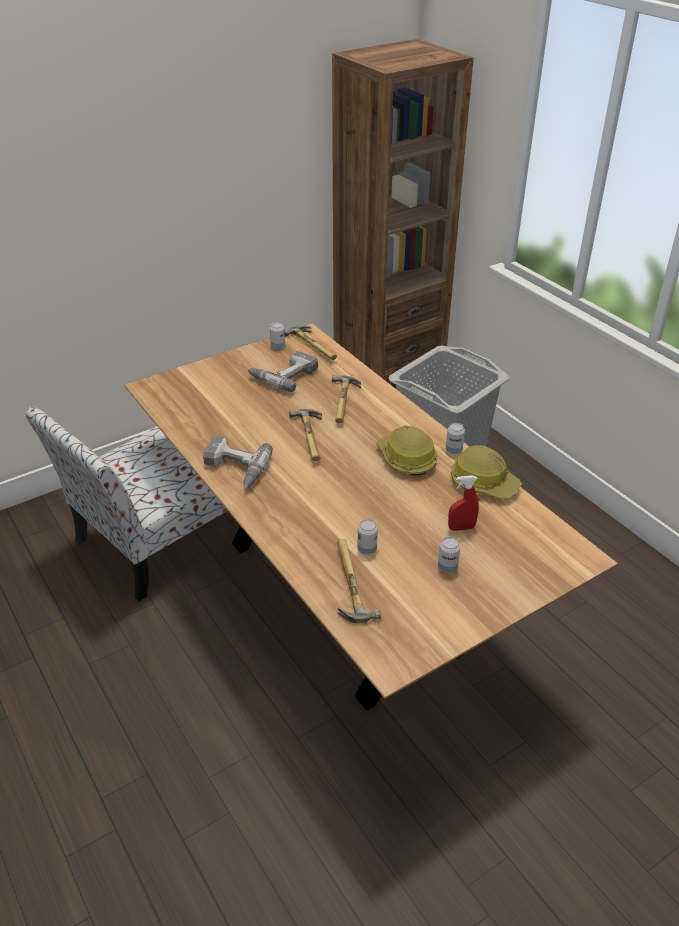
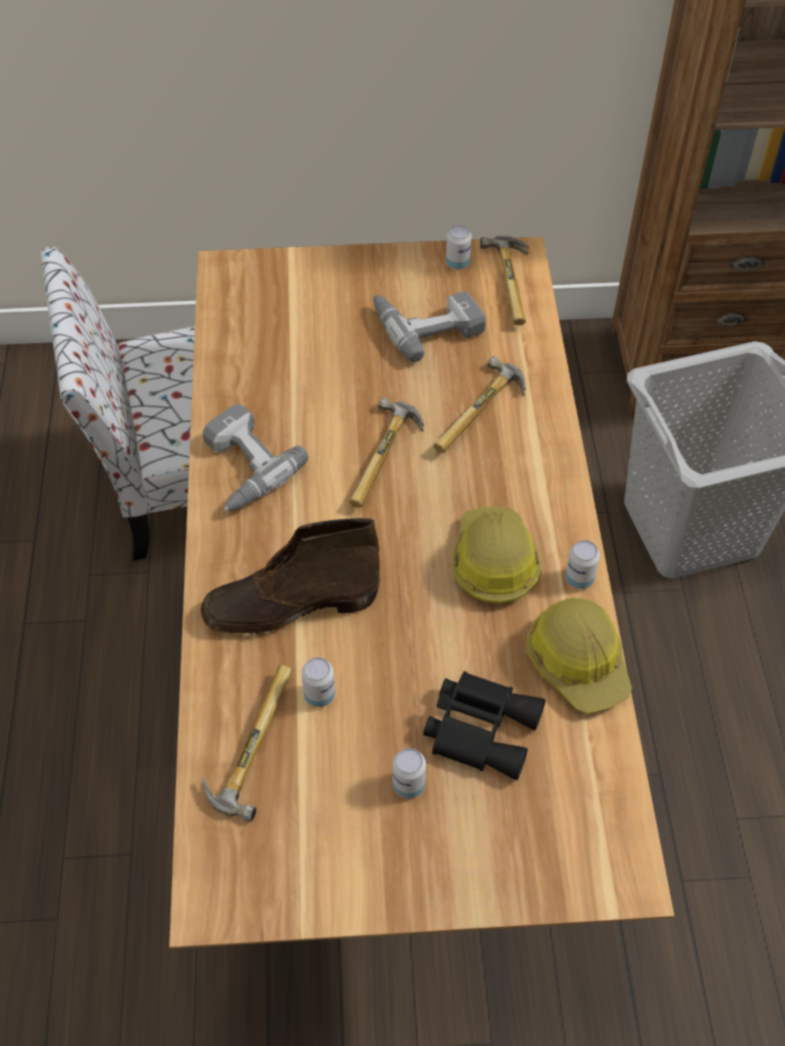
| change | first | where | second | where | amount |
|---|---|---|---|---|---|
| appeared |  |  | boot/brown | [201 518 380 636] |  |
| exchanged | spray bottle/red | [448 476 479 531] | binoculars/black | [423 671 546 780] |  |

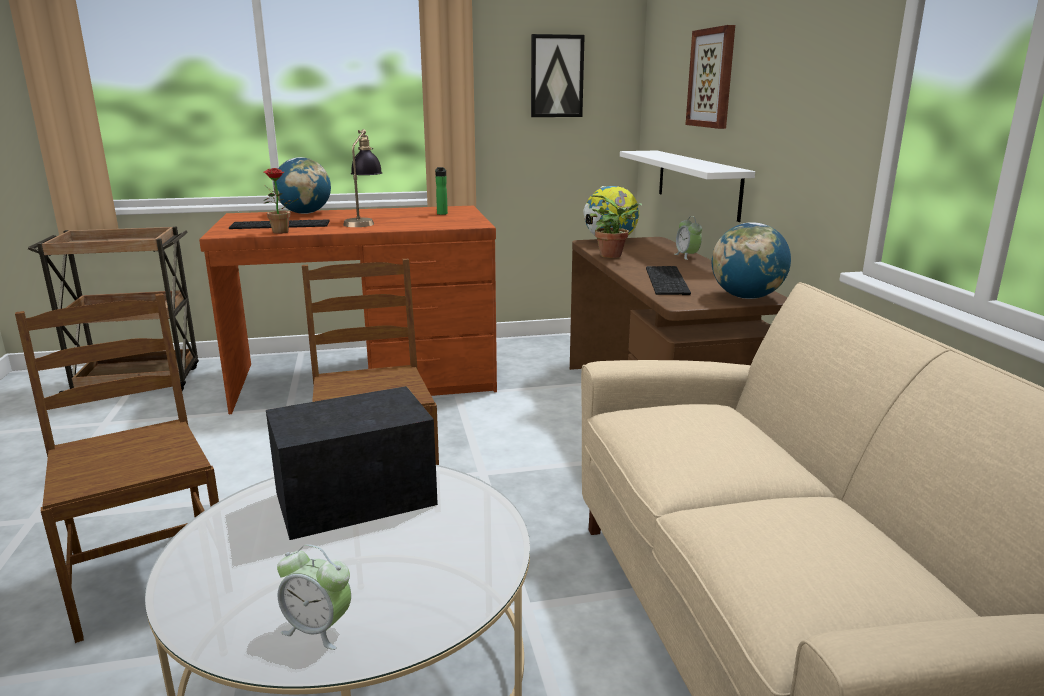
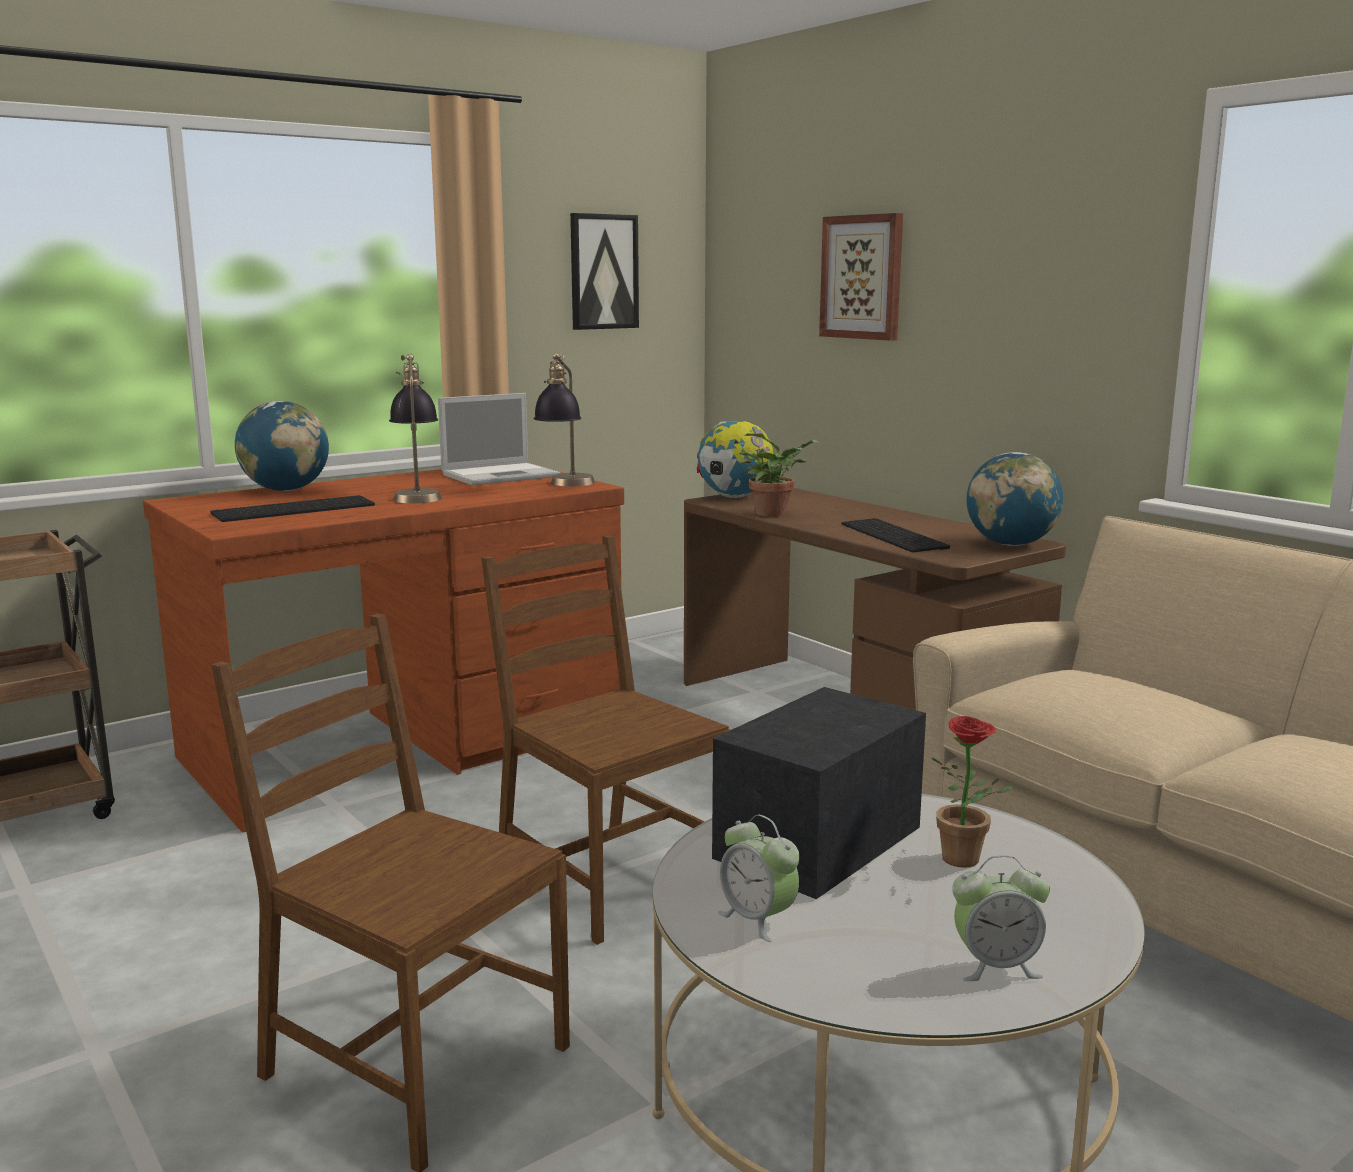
| change | first | where | second | where | amount |
|---|---|---|---|---|---|
| missing | shelf/white | [620 151 755 222] |  |  |  |
| appeared |  |  | table lamp | [534 353 595 486] |  |
| relocated | potted plant | [263 168 298 234] |  | [932 716 1014 868] |  |
| relocated | alarm clock | [675 216 702 260] |  | [718 815 800 942] |  |
| exchanged | bottle | [435 167 448 215] | laptop | [438 393 560 485] |  |

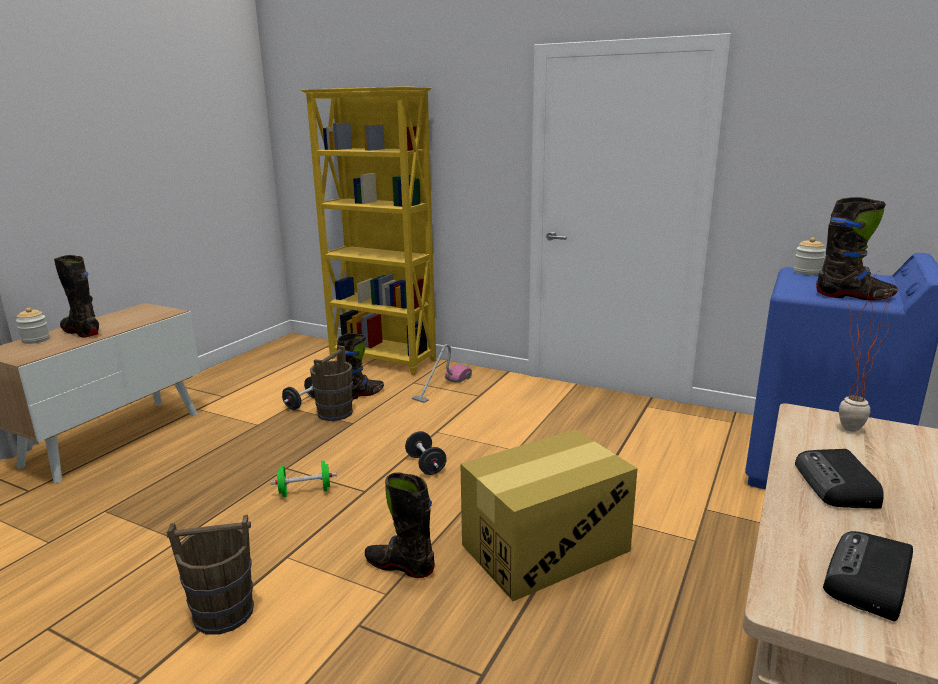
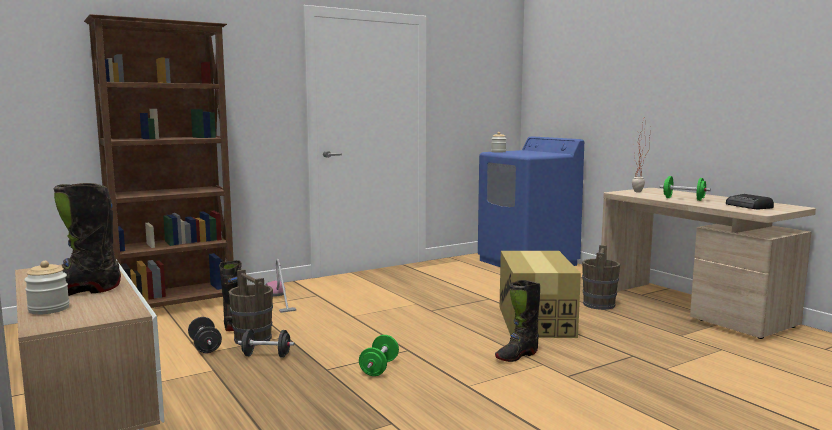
| change | first | where | second | where | amount |
|---|---|---|---|---|---|
| missing | boot/black | [816 197 898 301] |  |  |  |
| relocated | bucket/brown | [167 515 254 635] |  | [582 245 620 310] |  |
| relocated | dumbbell/black | [405 431 447 475] |  | [238 329 294 357] |  |
| exchanged | radio | [795 449 884 509] | dumbbell/green | [660 176 711 201] |  |
| colour | bookcase/yellow | [300 86 436 375] | bookcase/brown | [84 14 234 308] |  |

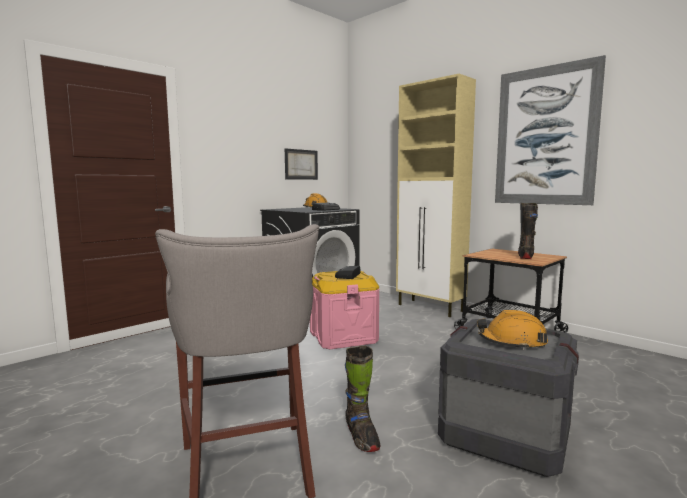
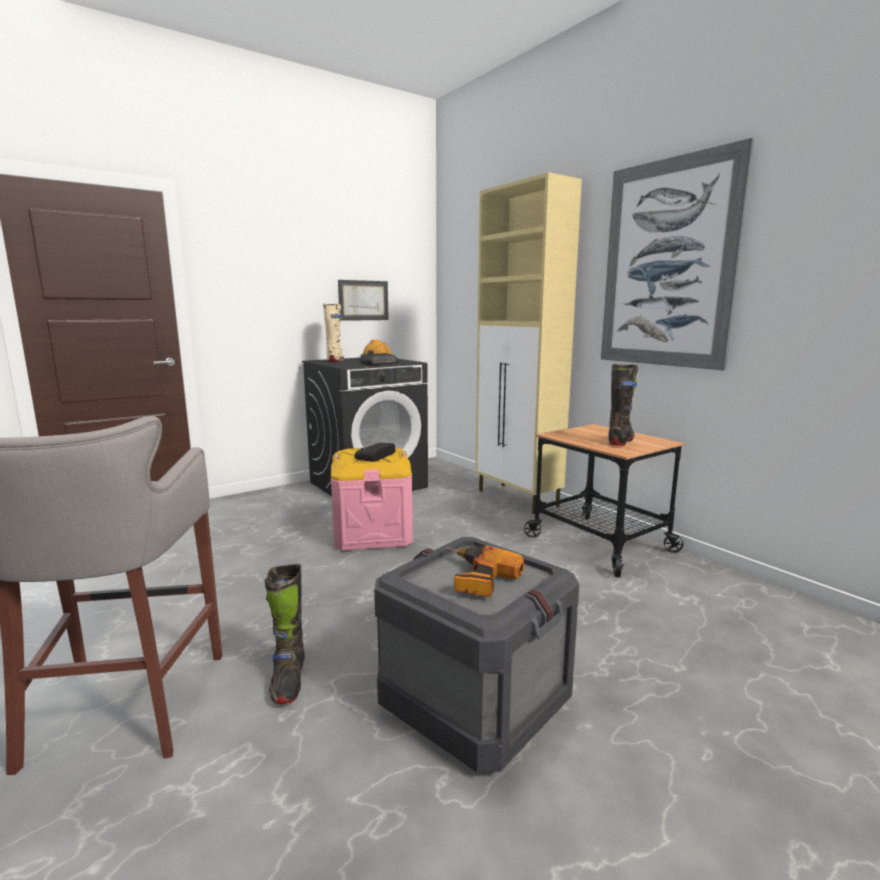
| change | first | where | second | where | amount |
|---|---|---|---|---|---|
| appeared |  |  | boot/beige | [323 303 344 362] |  |
| exchanged | hard hat/orange | [477 310 548 350] | power drill | [446 545 525 597] |  |

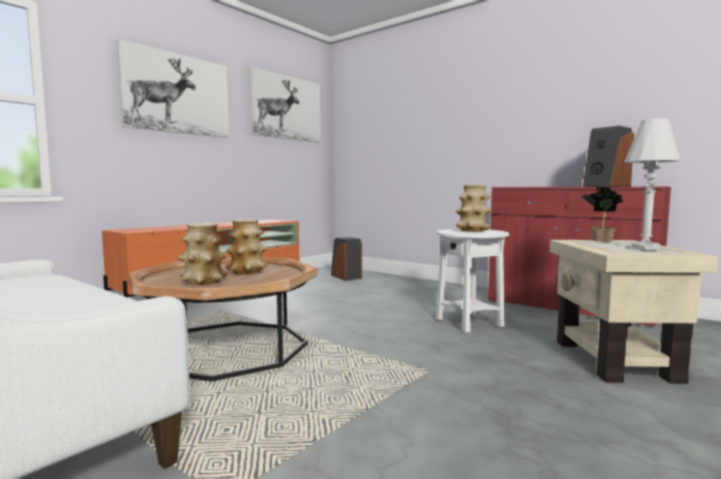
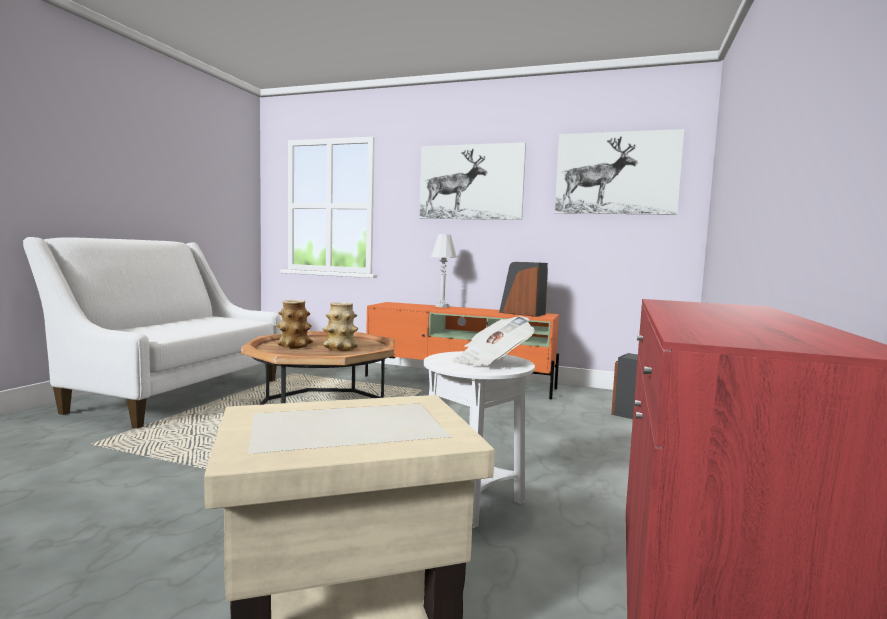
| change | first | where | second | where | amount |
|---|---|---|---|---|---|
| missing | potted plant | [580 186 623 242] |  |  |  |
| relocated | speaker | [583 126 634 187] |  | [499 262 548 317] |  |
| relocated | table lamp/white | [624 118 681 250] |  | [431 234 457 307] |  |
| exchanged | vase | [456 185 491 232] | newspaper | [453 316 534 365] |  |

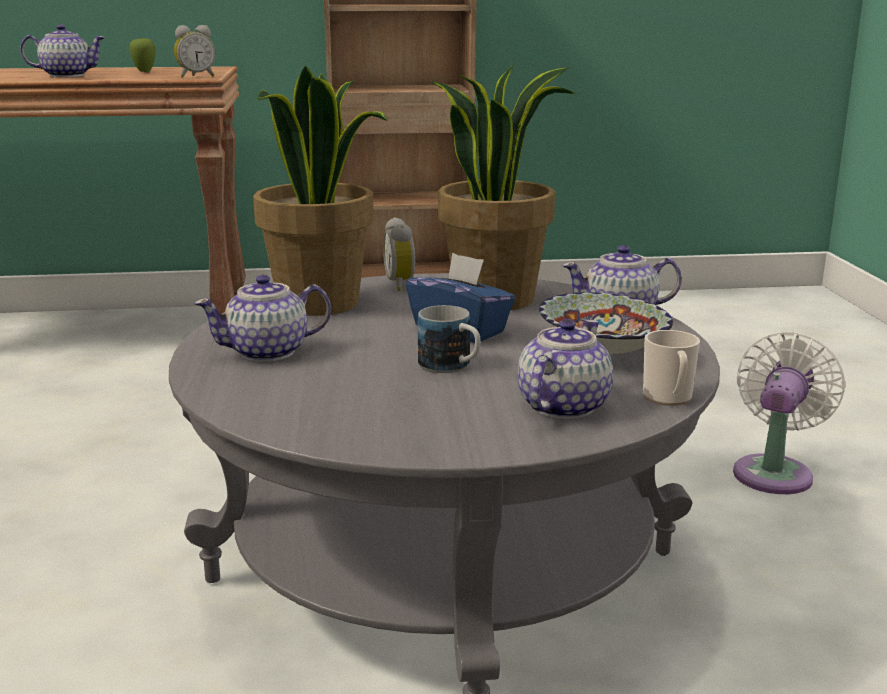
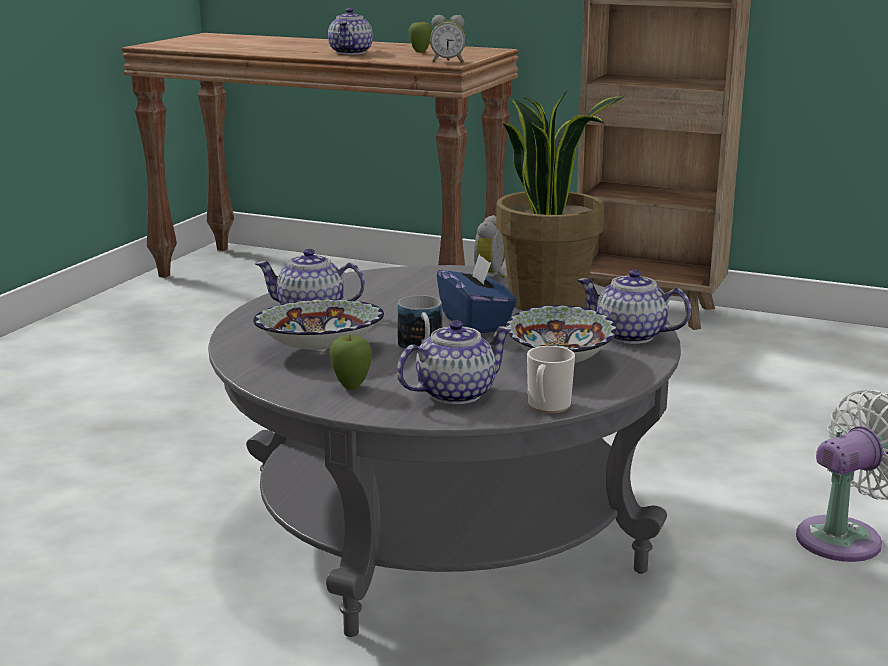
| change | first | where | second | where | amount |
|---|---|---|---|---|---|
| missing | potted plant | [253 65 388 316] |  |  |  |
| appeared |  |  | bowl | [253 299 384 352] |  |
| appeared |  |  | apple | [329 335 372 390] |  |
| spun | teapot | [20 25 106 77] |  | [328 8 373 55] | 75 degrees clockwise |

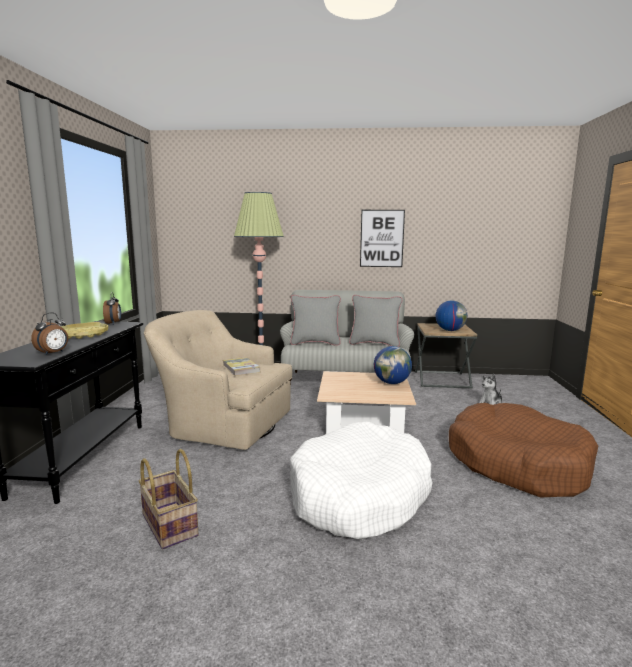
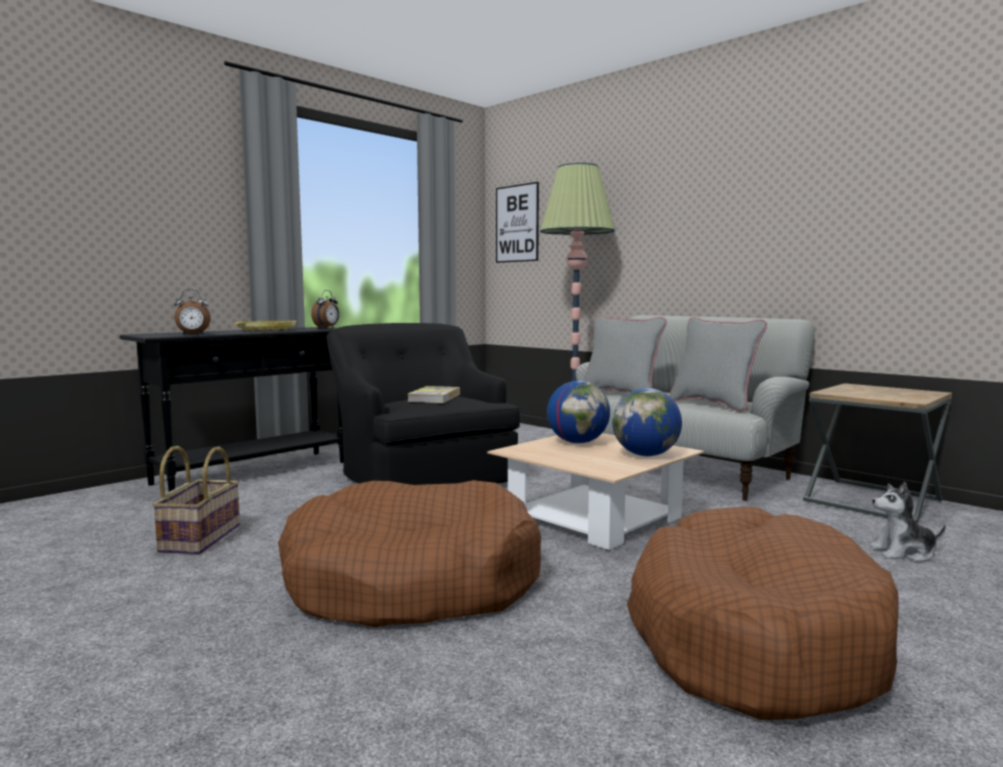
| change | first | where | second | where | amount |
|---|---|---|---|---|---|
| relocated | picture | [360 210 405 267] |  | [496 182 539 263] |  |
| relocated | globe | [436 300 467 331] |  | [547 381 610 443] |  |
| colour | armchair/beige | [144 310 292 450] | armchair/black | [326 323 520 485] |  |
| colour | dog bed/white | [290 421 433 539] | dog bed/brown | [278 480 541 628] |  |

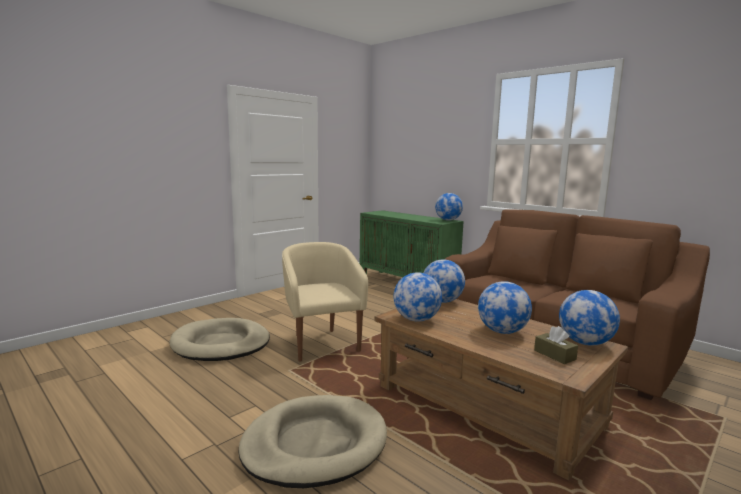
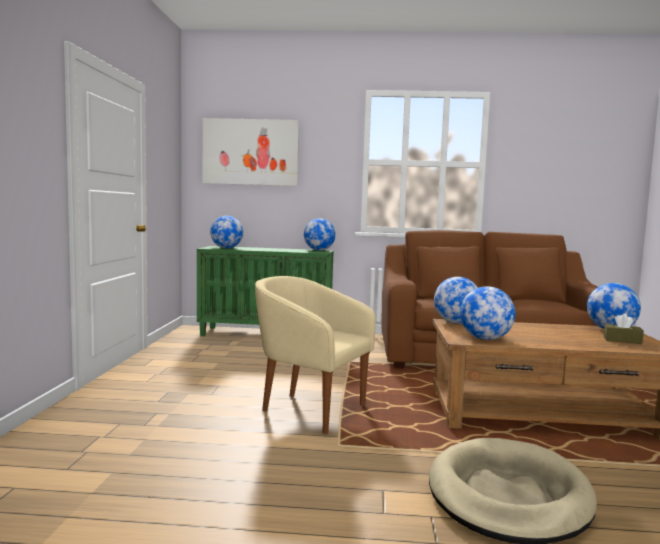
| change | first | where | second | where | amount |
|---|---|---|---|---|---|
| missing | dog bed/beige | [169 318 270 361] |  |  |  |
| appeared |  |  | picture | [203 118 299 186] |  |
| relocated | globe | [478 281 532 334] |  | [210 216 243 248] |  |

